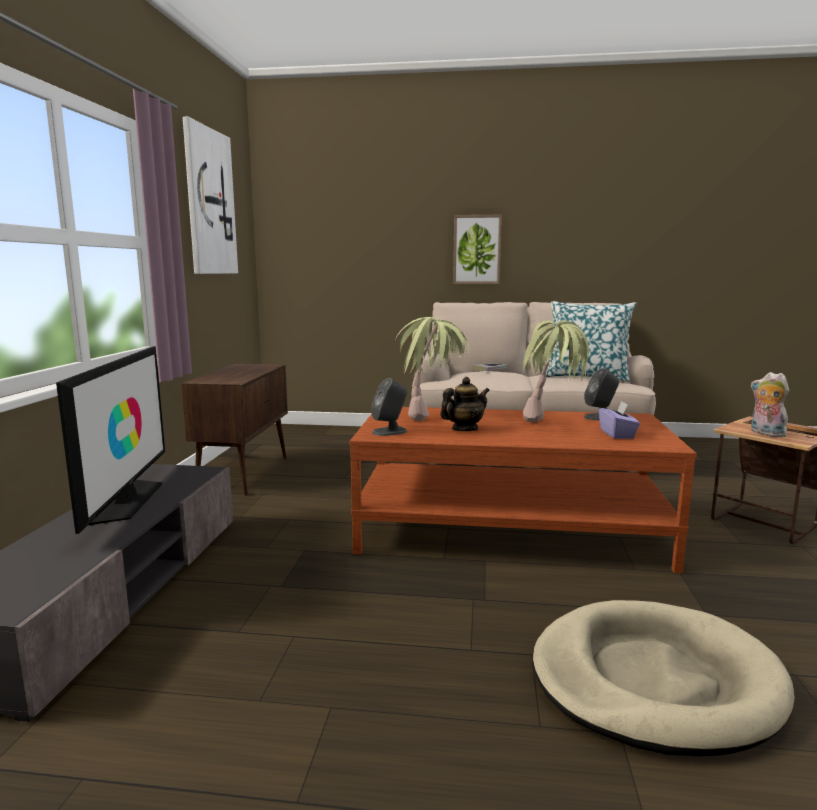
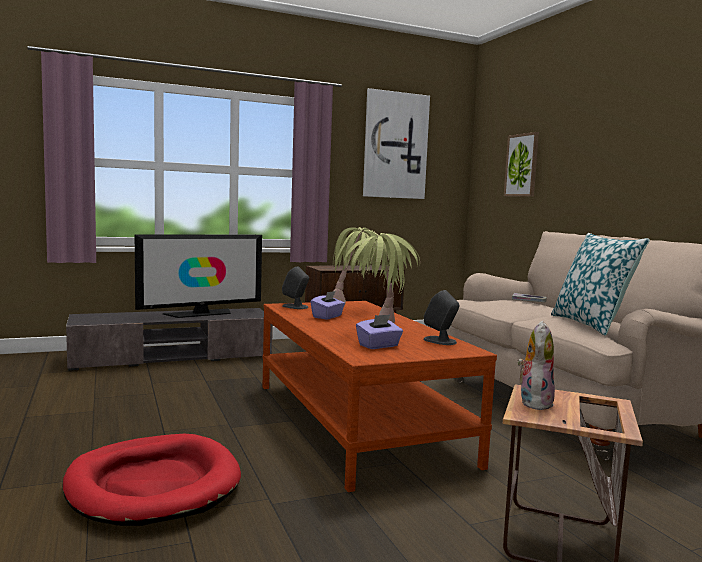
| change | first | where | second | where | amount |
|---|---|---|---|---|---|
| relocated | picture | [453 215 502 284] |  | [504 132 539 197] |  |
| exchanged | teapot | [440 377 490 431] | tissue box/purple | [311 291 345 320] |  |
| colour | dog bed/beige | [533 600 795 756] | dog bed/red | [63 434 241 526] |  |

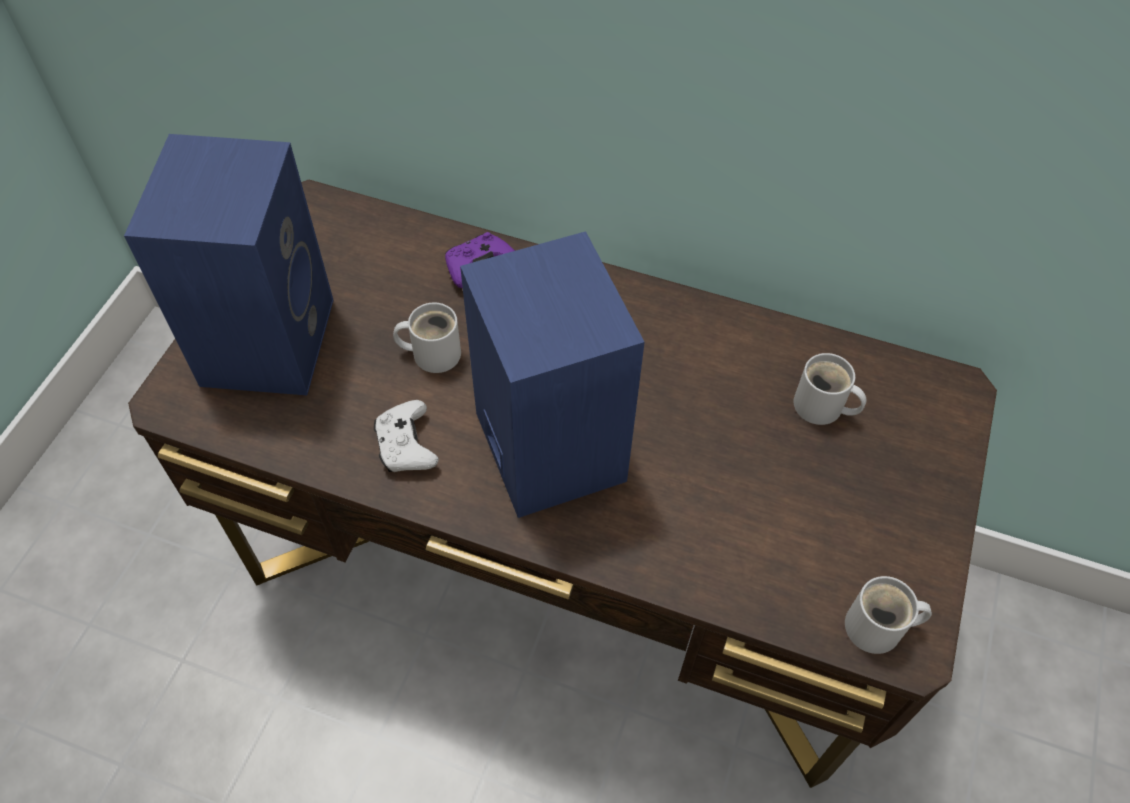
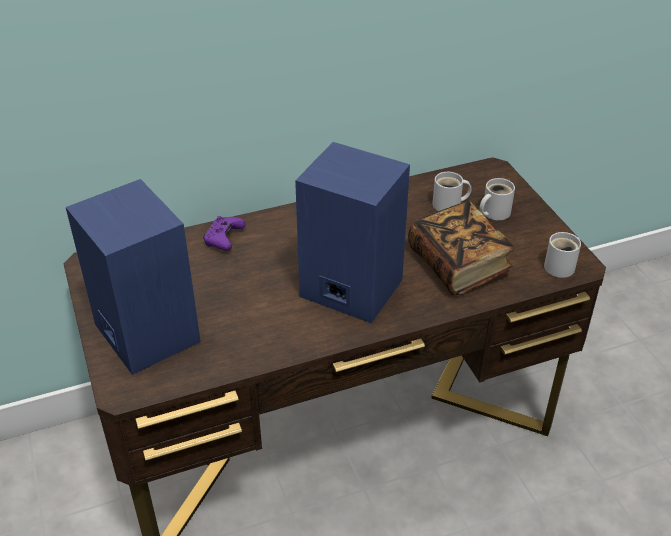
| change | first | where | second | where | amount |
|---|---|---|---|---|---|
| missing | game controller/white | [374 400 439 472] |  |  |  |
| appeared |  |  | book | [408 201 514 295] |  |
| relocated | mug/white | [393 303 461 373] |  | [479 178 515 221] |  |

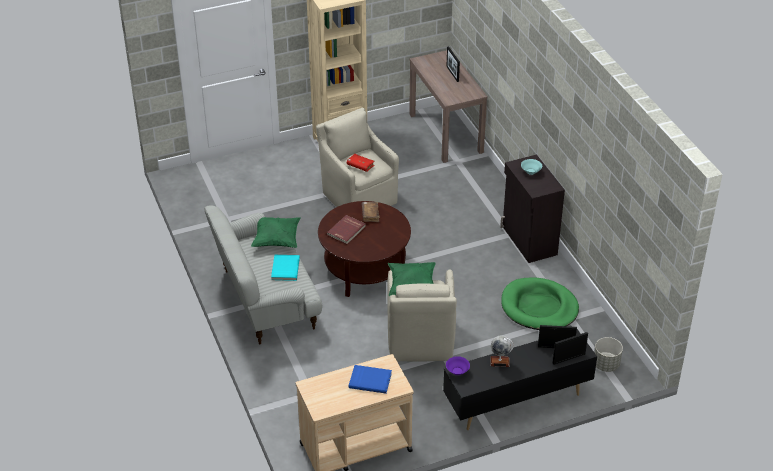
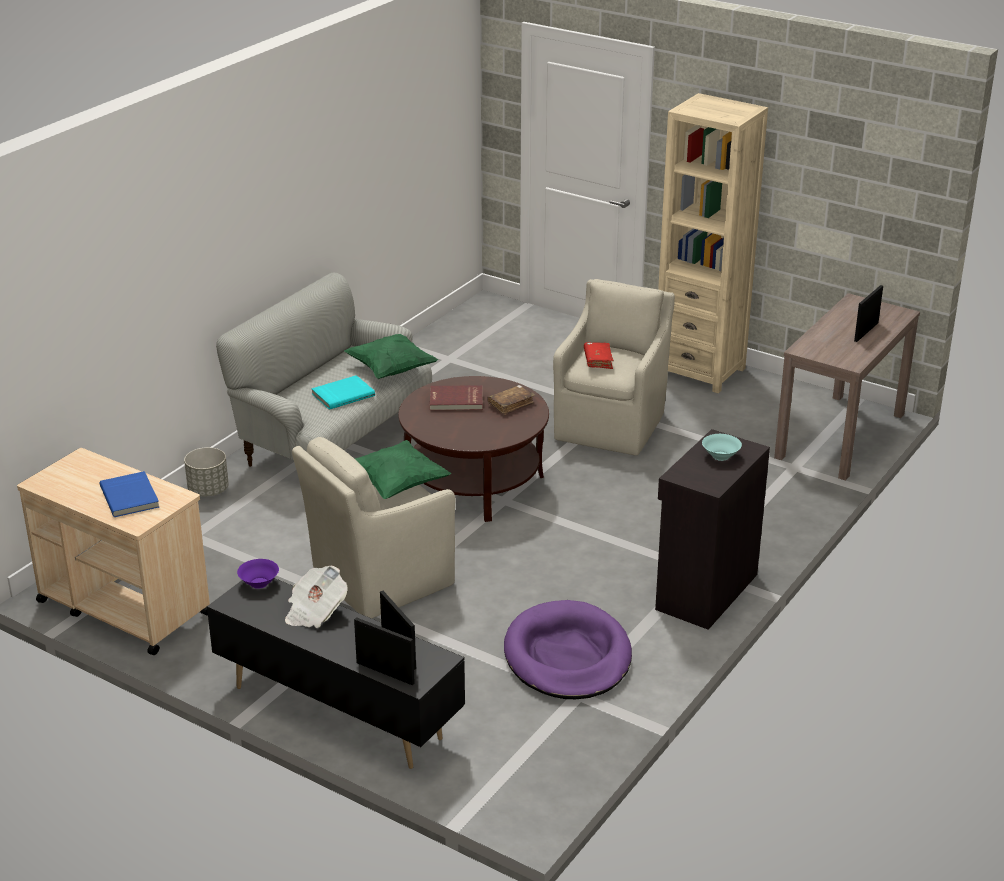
| change | first | where | second | where | amount |
|---|---|---|---|---|---|
| relocated | planter/grey | [594 337 623 372] |  | [184 447 229 496] |  |
| exchanged | globe | [490 336 513 367] | newspaper | [285 566 348 628] |  |
| colour | dog bed/green | [501 278 579 330] | dog bed/purple | [504 600 632 699] |  |

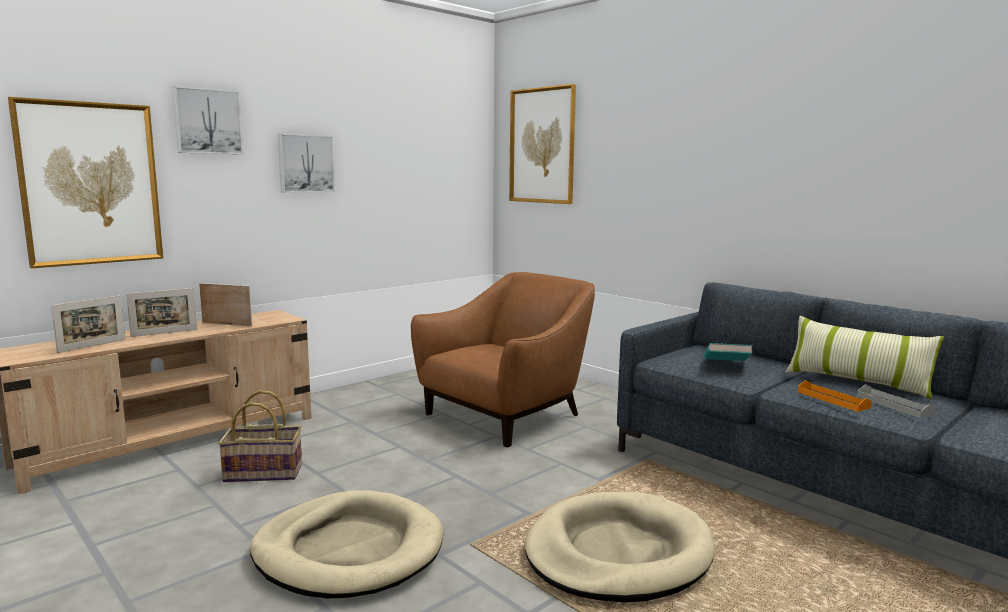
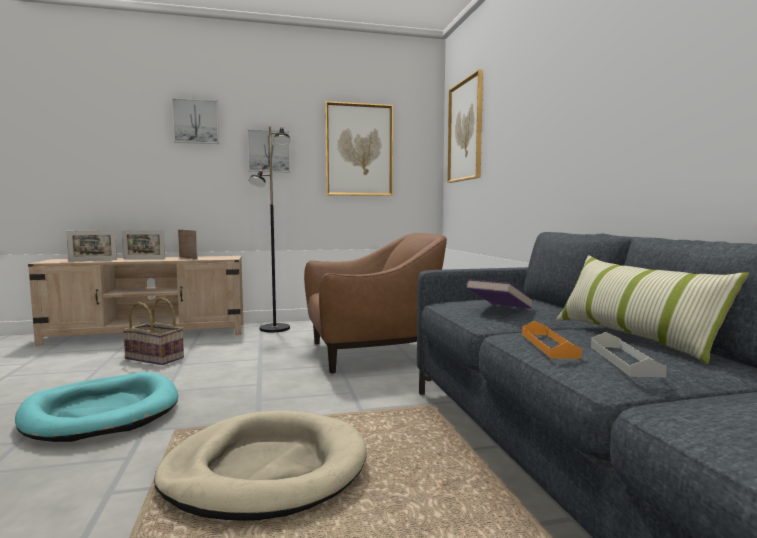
| change | first | where | second | where | amount |
|---|---|---|---|---|---|
| appeared |  |  | floor lamp/black | [249 126 291 333] |  |
| relocated | picture | [8 97 163 268] |  | [325 101 393 196] |  |
| colour | dog bed/beige | [250 490 443 599] | dog bed/turquoise | [15 372 179 442] |  |
| colour | book/turquoise | [704 343 753 361] | book/purple | [466 279 534 309] |  |

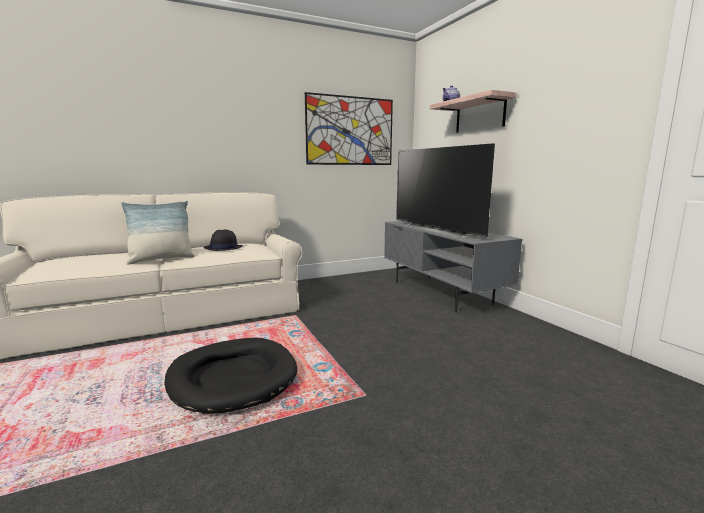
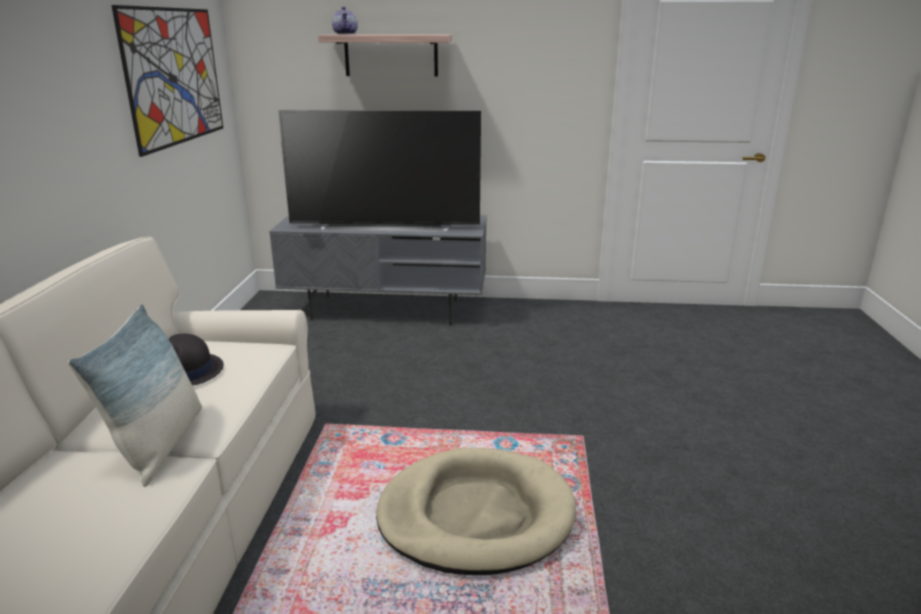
| change | first | where | second | where | amount |
|---|---|---|---|---|---|
| colour | dog bed/black | [164 337 297 413] | dog bed/beige | [376 448 576 575] |  |

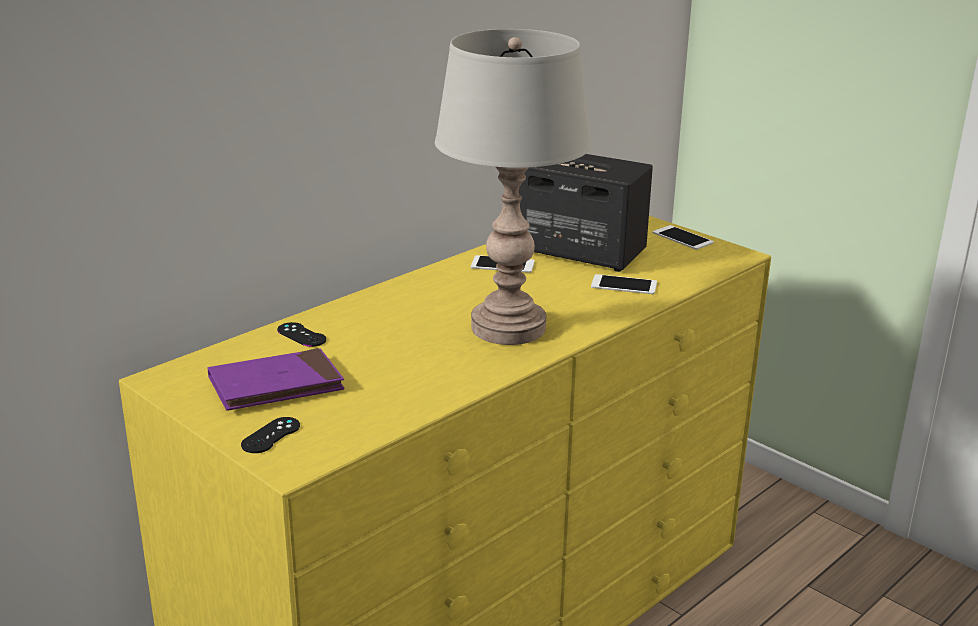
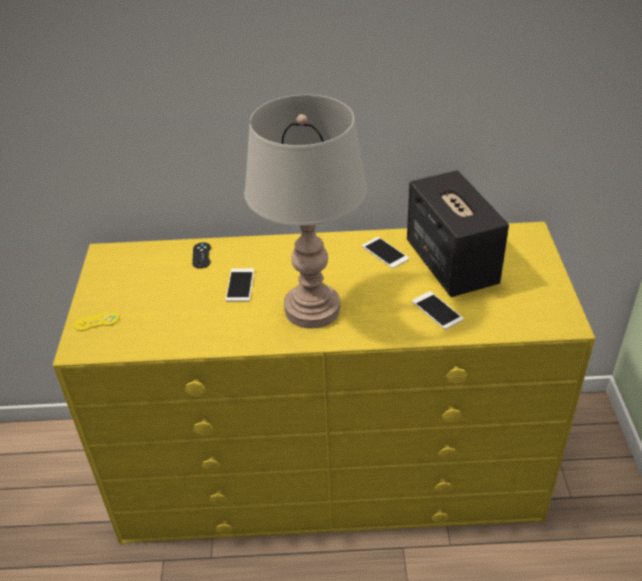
| change | first | where | second | where | amount |
|---|---|---|---|---|---|
| missing | book/purple | [208 348 344 411] |  |  |  |
| relocated | phone | [653 225 714 250] |  | [225 268 254 302] |  |
| colour | game controller/black | [241 417 300 453] | game controller/yellow | [74 312 119 331] |  |

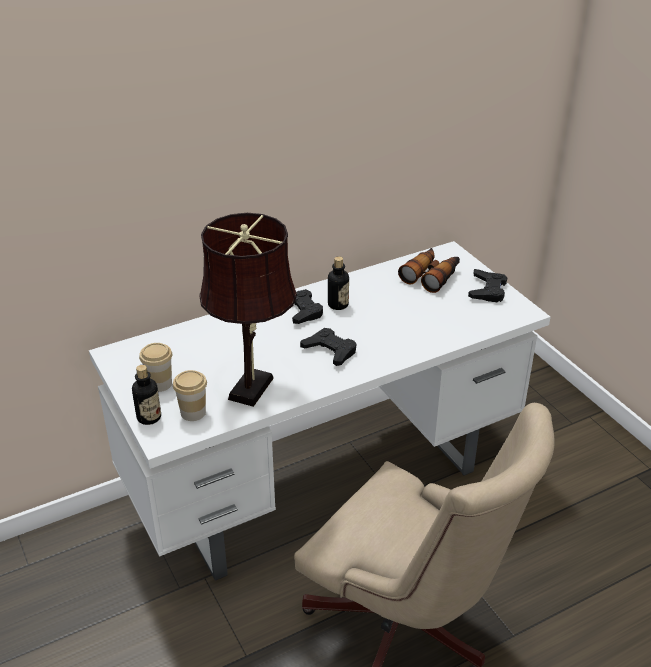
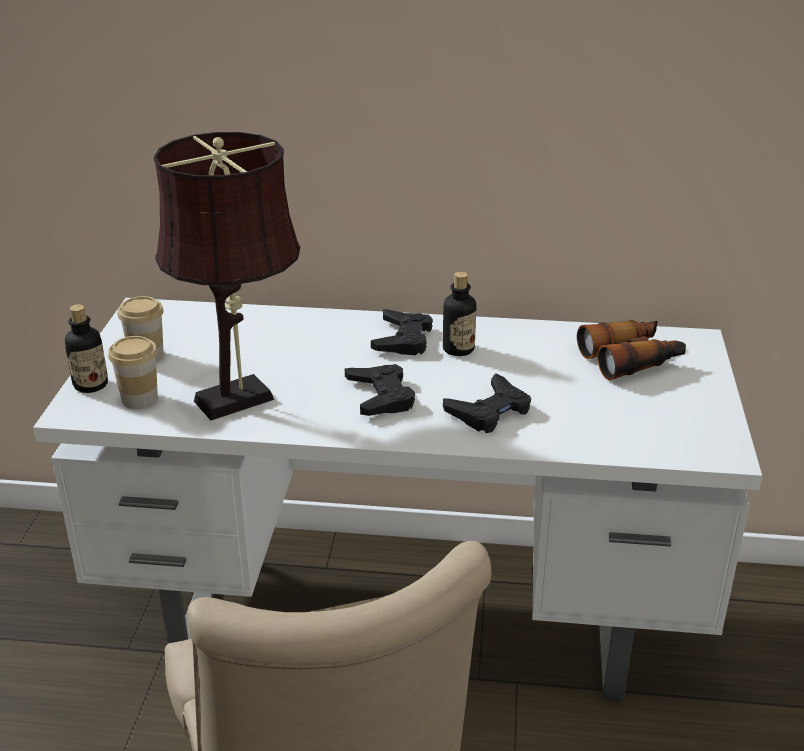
| change | first | where | second | where | amount |
|---|---|---|---|---|---|
| relocated | game controller/black | [468 269 507 302] |  | [443 373 531 433] |  |

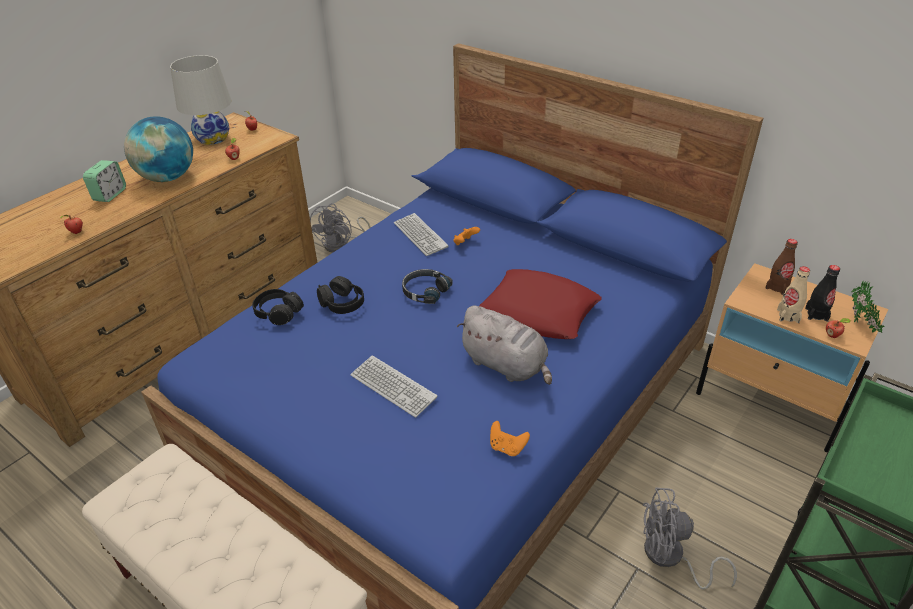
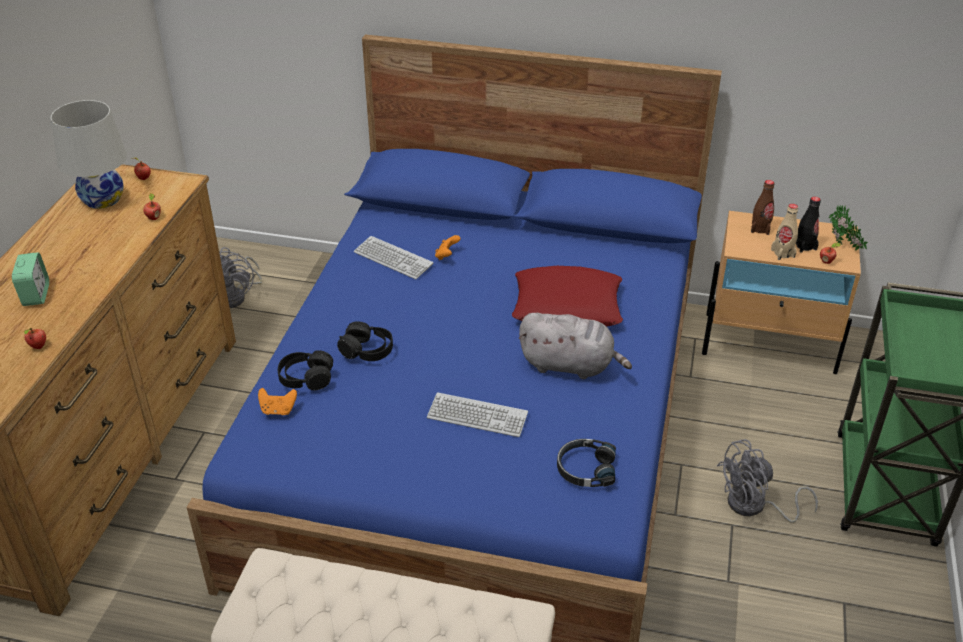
| change | first | where | second | where | amount |
|---|---|---|---|---|---|
| missing | globe | [124 116 193 182] |  |  |  |
| relocated | headphones/black | [402 269 453 304] |  | [557 439 616 487] |  |
| relocated | game controller/orange | [490 421 530 456] |  | [258 388 297 415] |  |

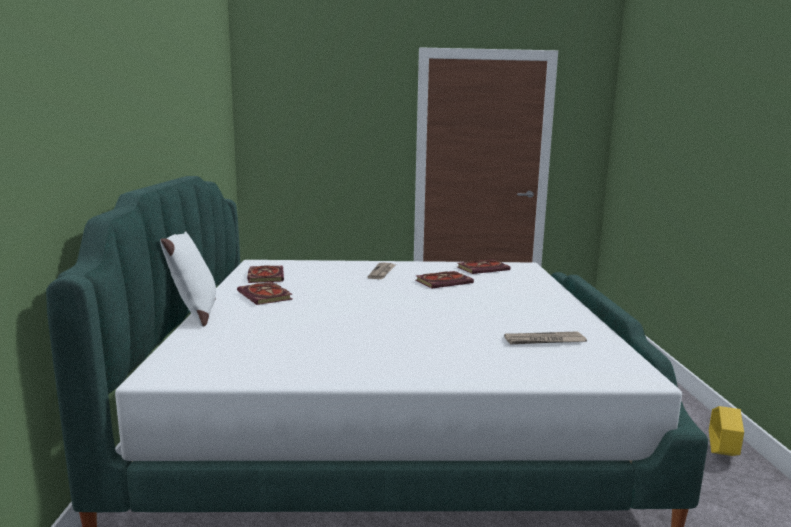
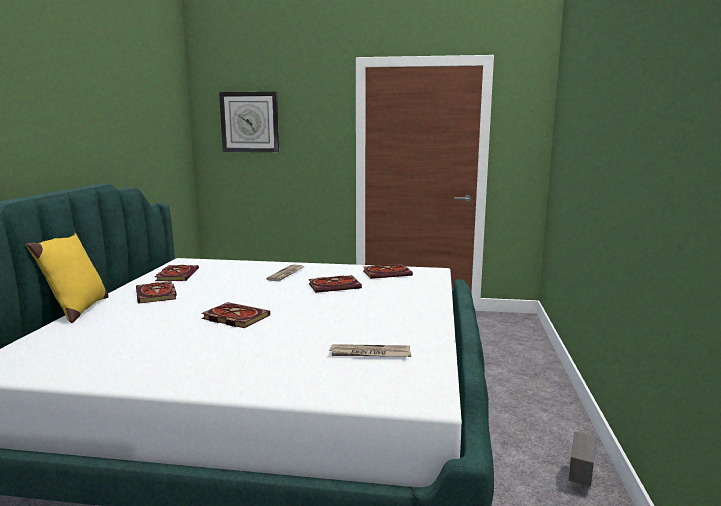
| change | first | where | second | where | amount |
|---|---|---|---|---|---|
| appeared |  |  | book | [201 302 270 328] |  |
| appeared |  |  | wall clock | [219 92 279 152] |  |
| colour | pillow/white | [160 230 216 326] | pillow/yellow | [26 229 109 323] |  |
| colour | planter/yellow | [709 406 744 456] | planter/grey | [568 432 597 486] |  |

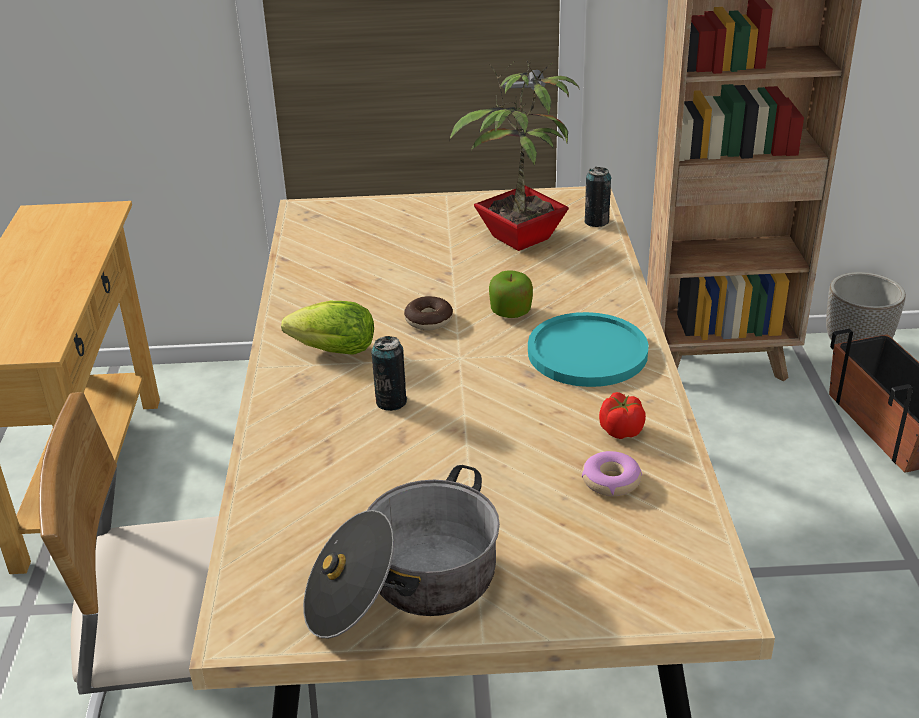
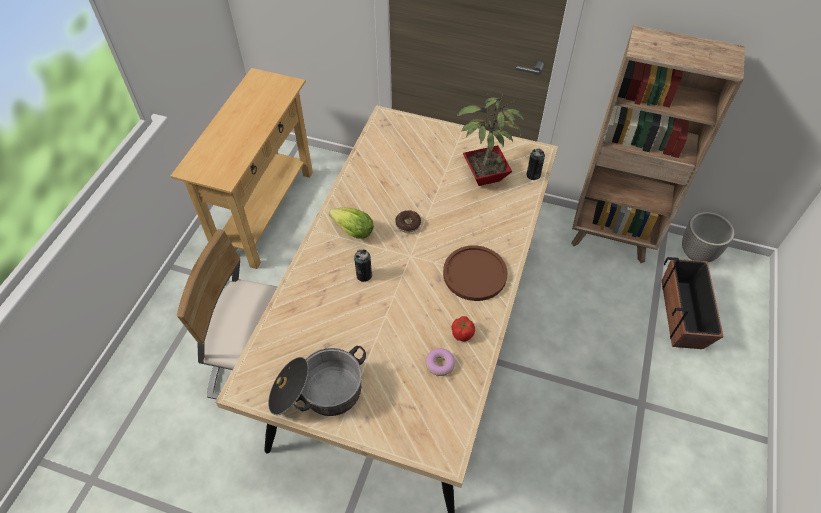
| change | first | where | second | where | amount |
|---|---|---|---|---|---|
| missing | apple | [489 270 533 318] |  |  |  |
| colour | plate/turquoise | [528 312 649 387] | plate/brown | [443 245 508 301] |  |

